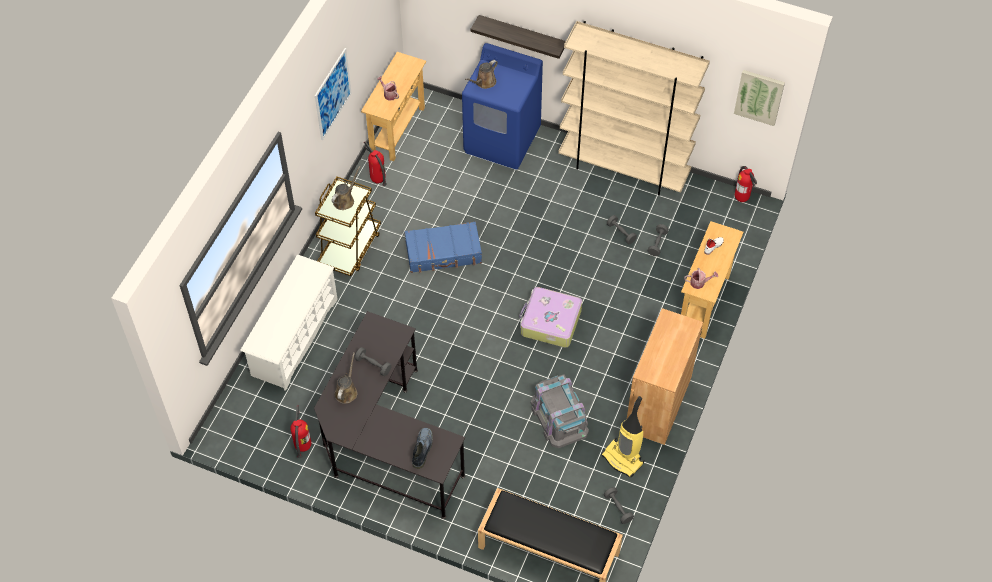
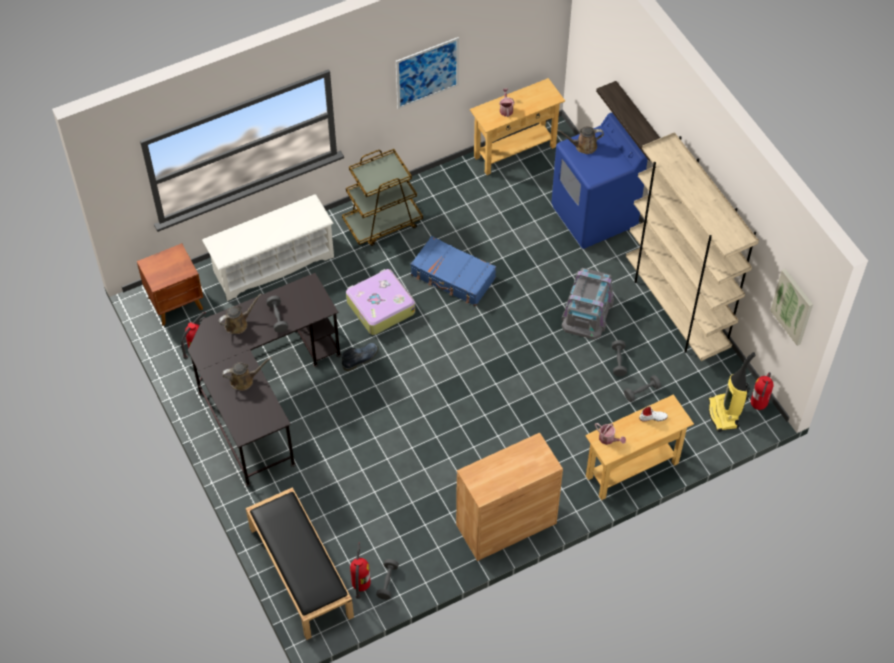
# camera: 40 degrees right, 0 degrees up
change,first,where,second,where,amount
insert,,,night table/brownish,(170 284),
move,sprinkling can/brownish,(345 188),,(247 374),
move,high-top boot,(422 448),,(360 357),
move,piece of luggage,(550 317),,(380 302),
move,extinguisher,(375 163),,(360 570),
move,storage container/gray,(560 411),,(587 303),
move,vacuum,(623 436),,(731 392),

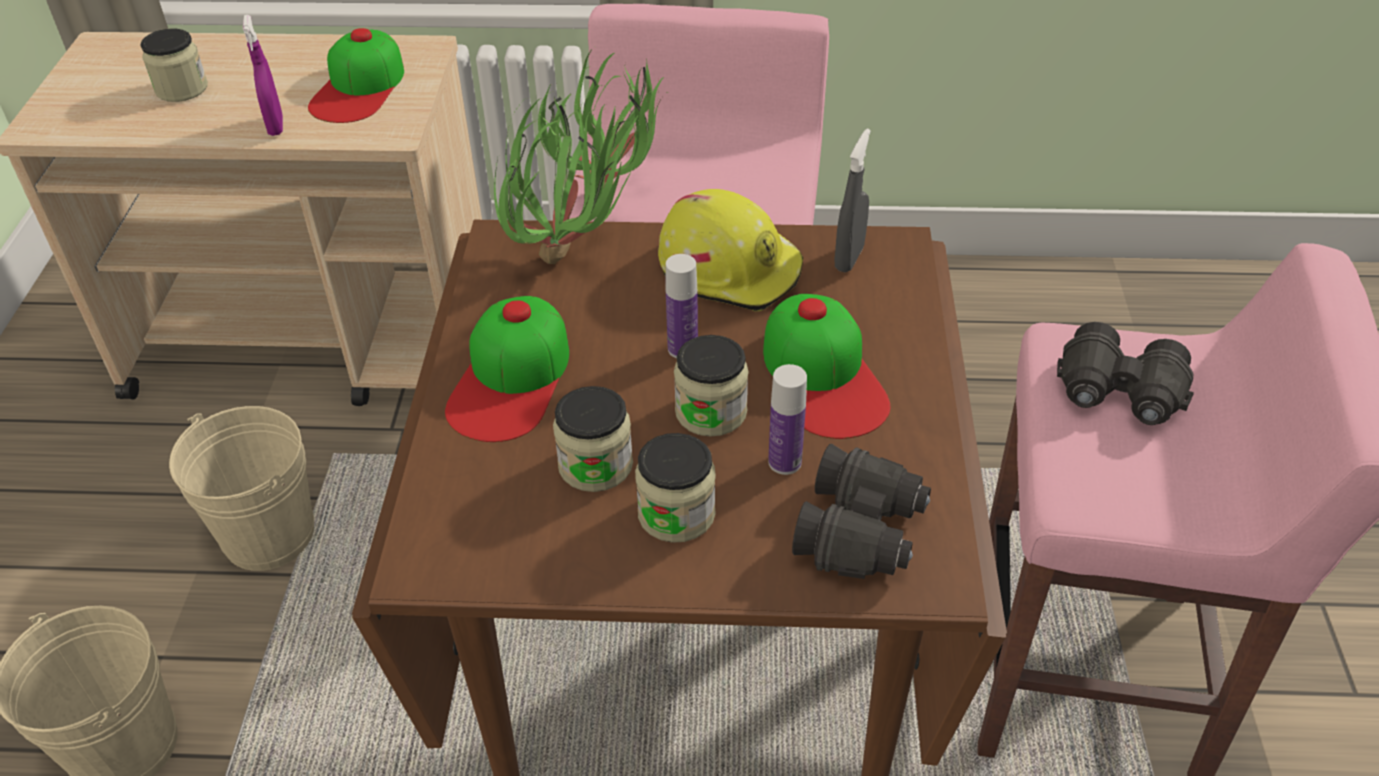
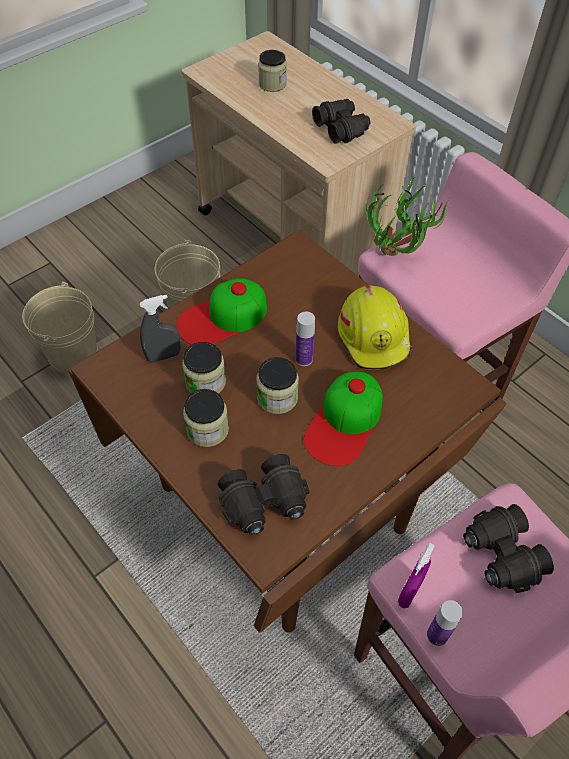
# camera: 45 degrees right, 10 degrees up
change,first,where,second,where,amount
move,hand sprayer/gray,(853 200),,(160 328),
replace,baseball cap,(356 75),field glasses/blackish,(341 121),
move,hand sprayer/purplish,(263 75),,(416 575),
move,drink bottle,(787 419),,(445 623),
delete,potted plant,(564 178),,,

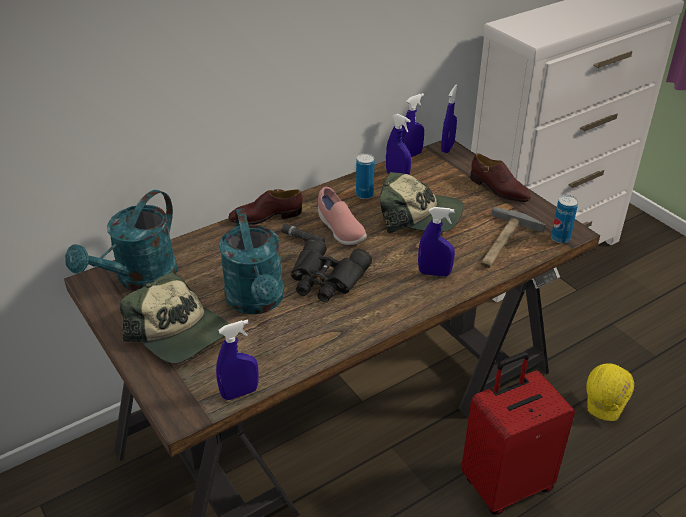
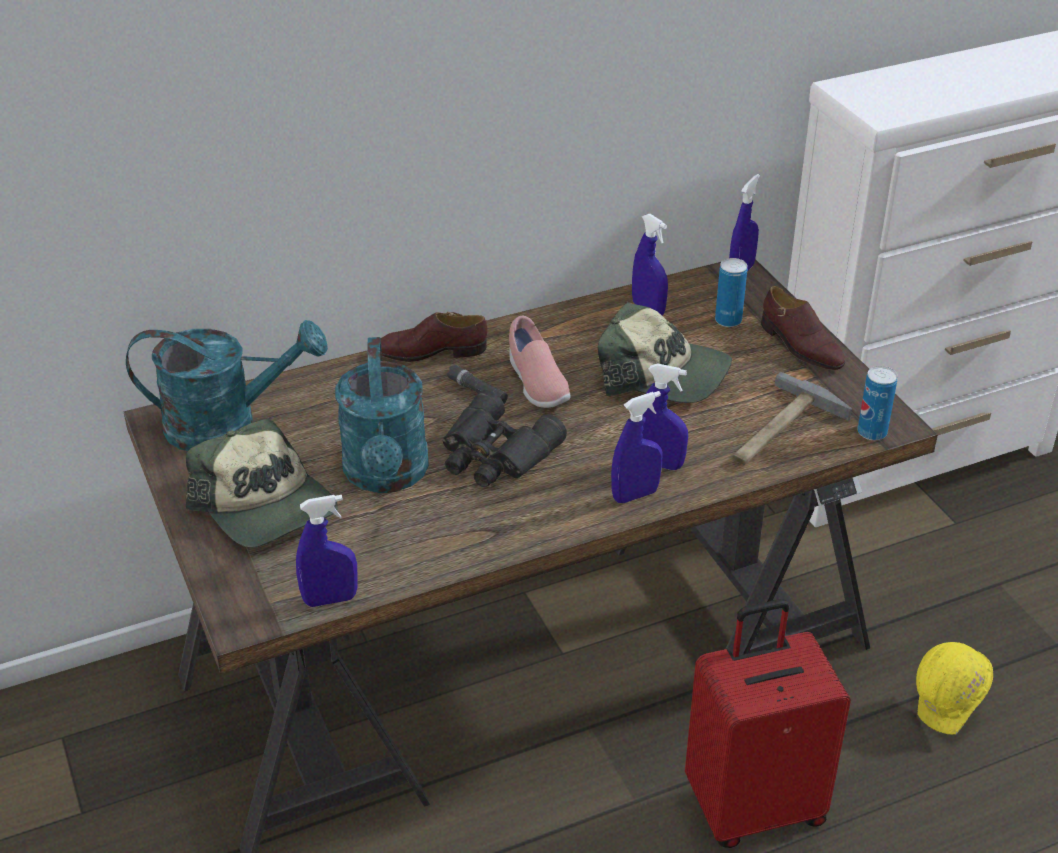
# camera: 10 degrees right, 0 degrees up
change,first,where,second,where,amount
rotate,sprinkling can/turquoise-coloured,(121 240),,(227 385),135 degrees counterclockwise
move,hand sprayer/blue,(412 125),,(637 447),
move,can,(365 176),,(731 292),

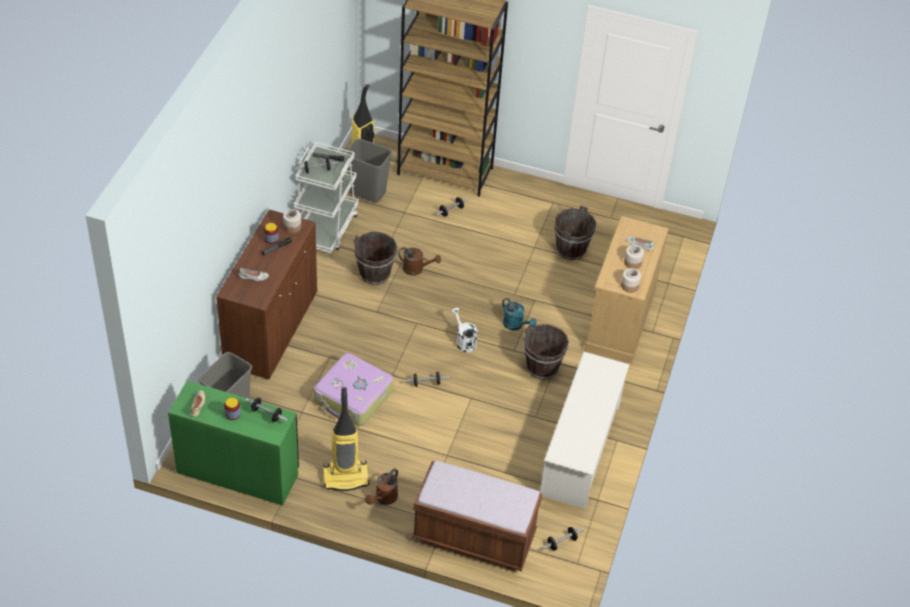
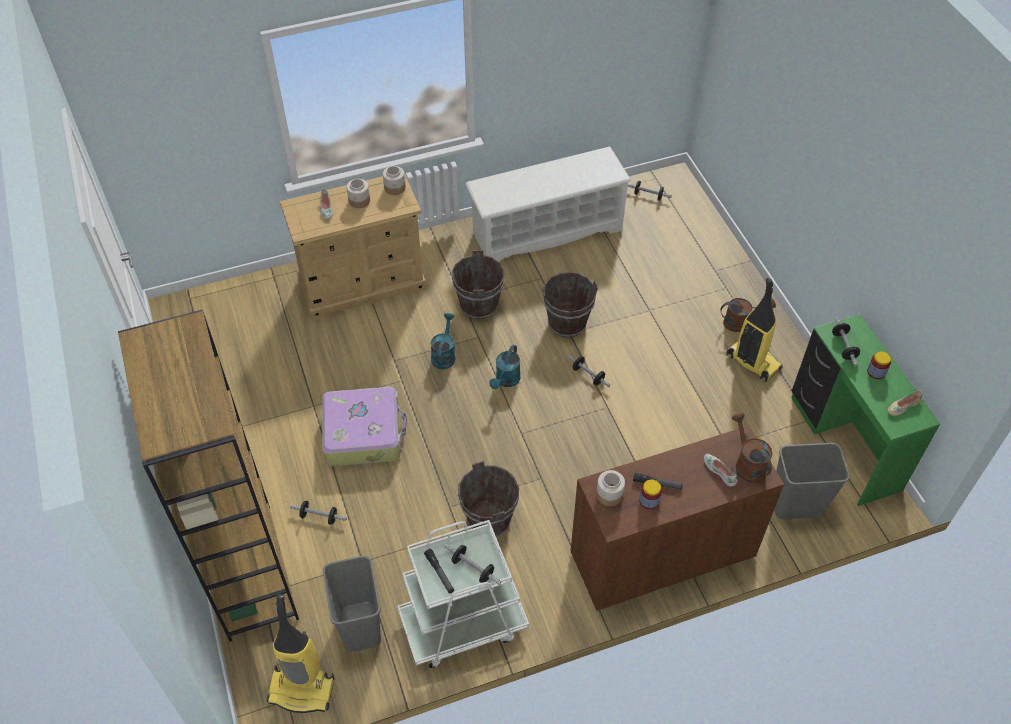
# camera: 125 degrees left, 5 degrees up
change,first,where,second,where,amount
move,piece of luggage,(354 389),,(364 426),
recolor,sprinkling can/white,(464 330),sprinkling can/turquoise-coloured,(505 367),
move,bucket/brownish,(575 232),,(570 305),
move,sprinkling can/brownish,(419 261),,(752 448),
delete,long seat/brownish,(477 516),,,

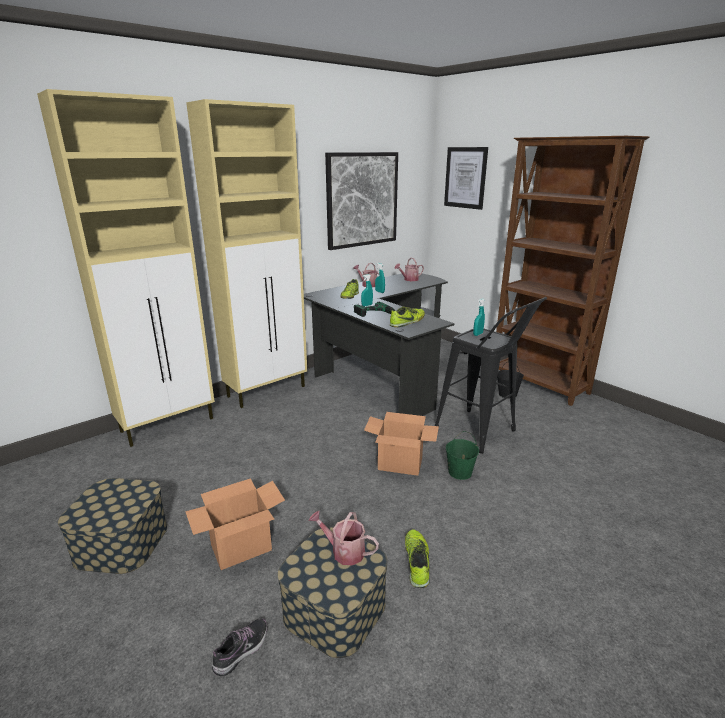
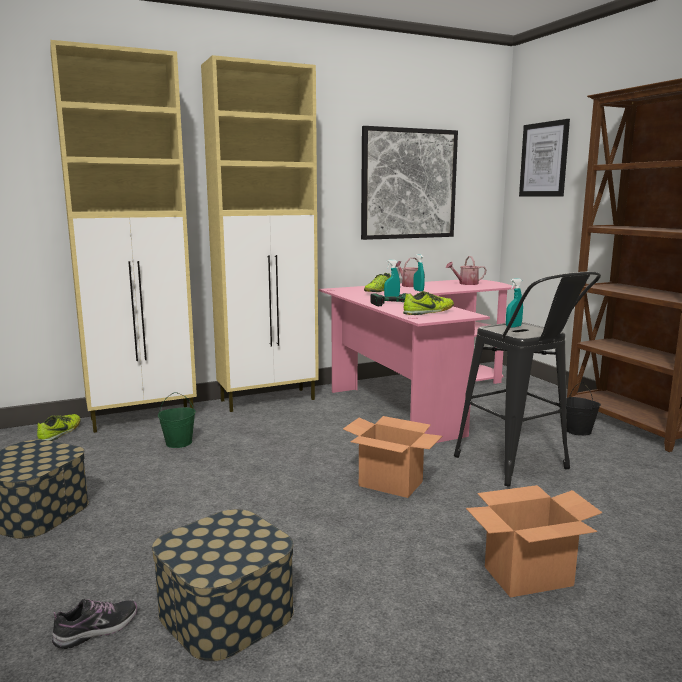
# camera: 15 degrees right, 10 degrees down
change,first,where,second,where,amount
move,shoe,(417 558),,(59 427),
move,bucket/green,(462 455),,(177 420),
recolor,desk unit/blackish,(379 344),desk unit/pink-coloured,(417 361),
move,packing box,(235 524),,(534 541),
delete,sprinkling can,(343 538),,,

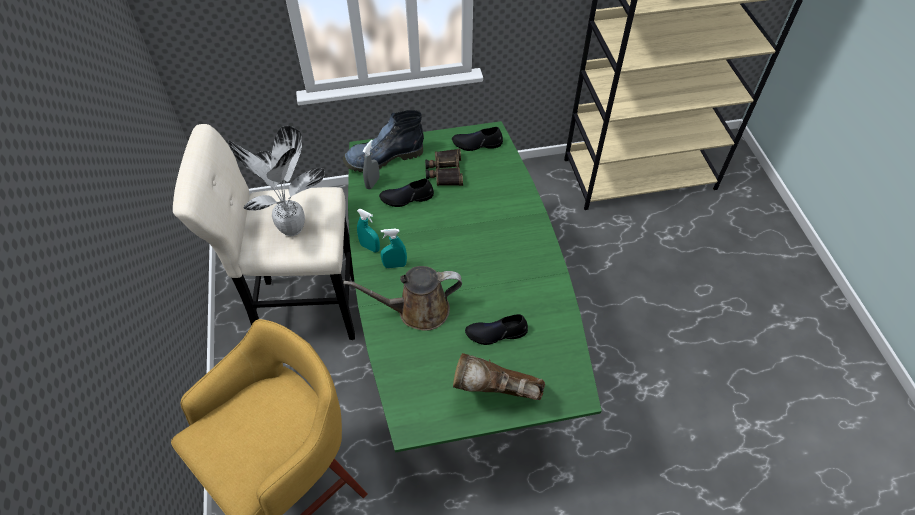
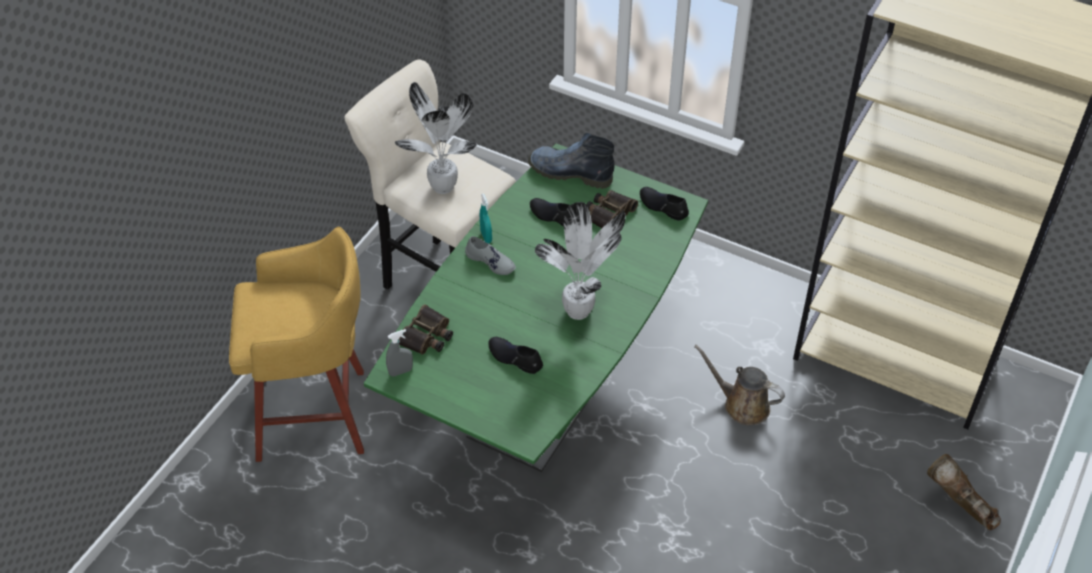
# camera: 40 degrees right, 5 degrees down
change,first,where,second,where,amount
move,hand sprayer/gray,(371 164),,(399 353),
insert,,,field glasses,(425 330),
replace,hand sprayer/turquoise-coloured,(394 248),shoe/gray,(490 255),
insert,,,potted plant,(580 261),
move,sprinkling can/brownish,(402 298),,(739 385),
move,high-top boot/brownish,(499 376),,(964 492),

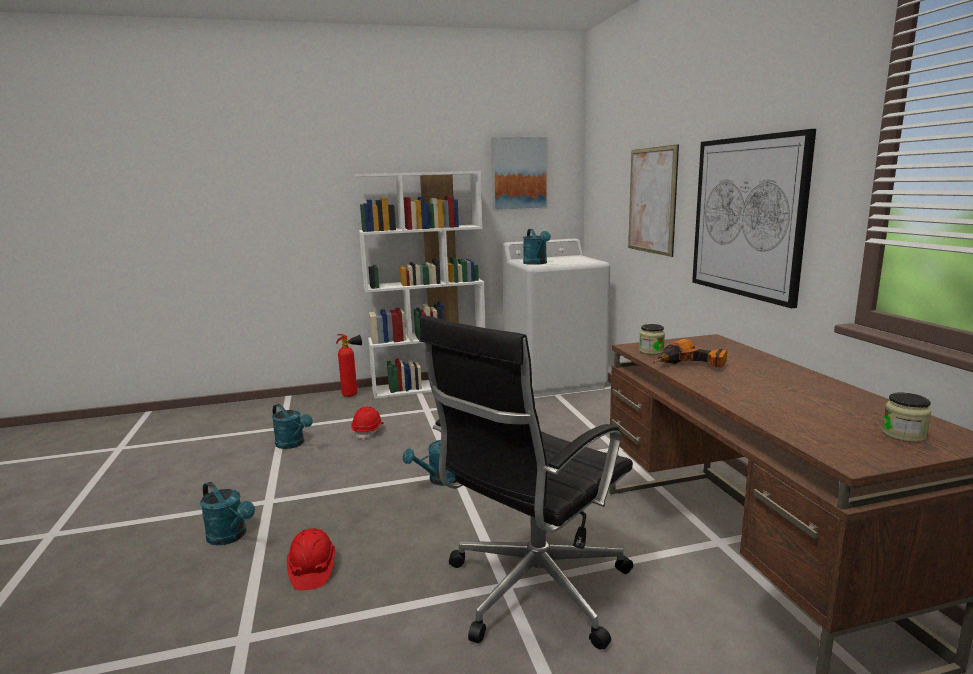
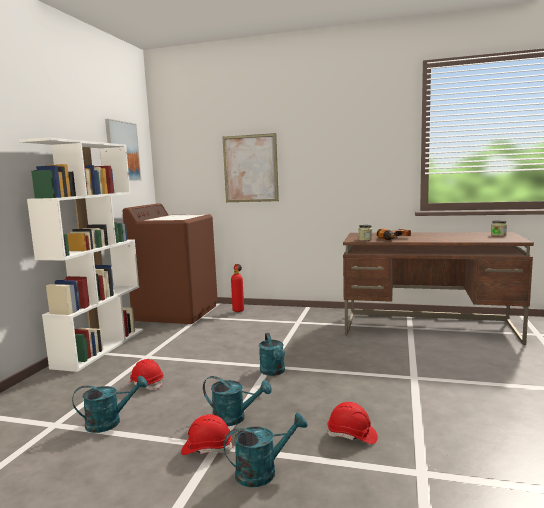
# camera: 60 degrees left, 5 degrees down
change,first,where,second,where,amount
recolor,laundry appliance/white,(556 318),laundry appliance/brownish,(170 264),
insert,,,hard hat/reddish,(207 434),
move,sprinkling can/turquoise-coloured,(537 247),,(237 401),
move,extinguisher,(349 365),,(237 288),
delete,office chair/blackish,(526 482),,,
delete,picture,(754 218),,,

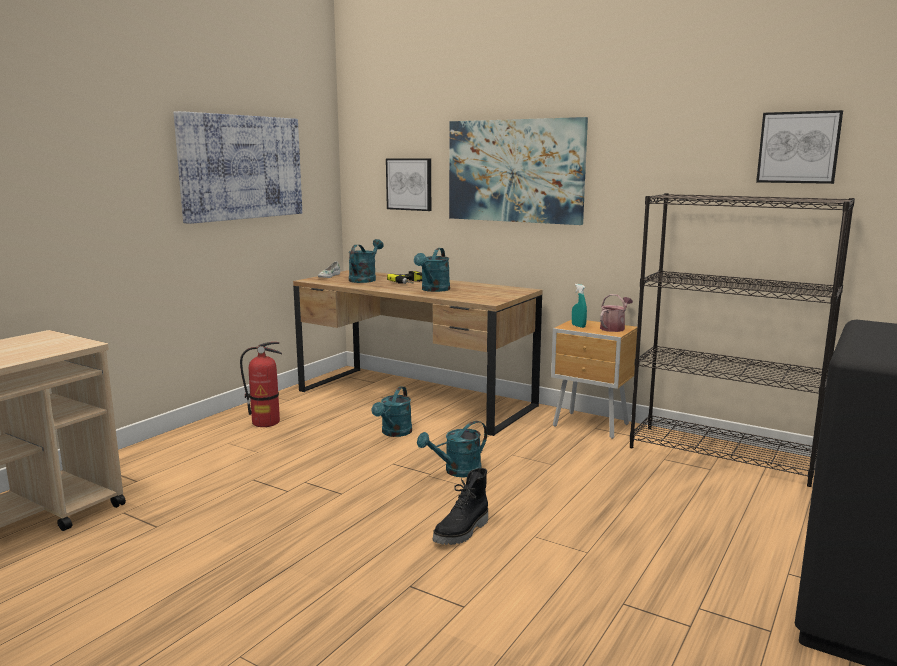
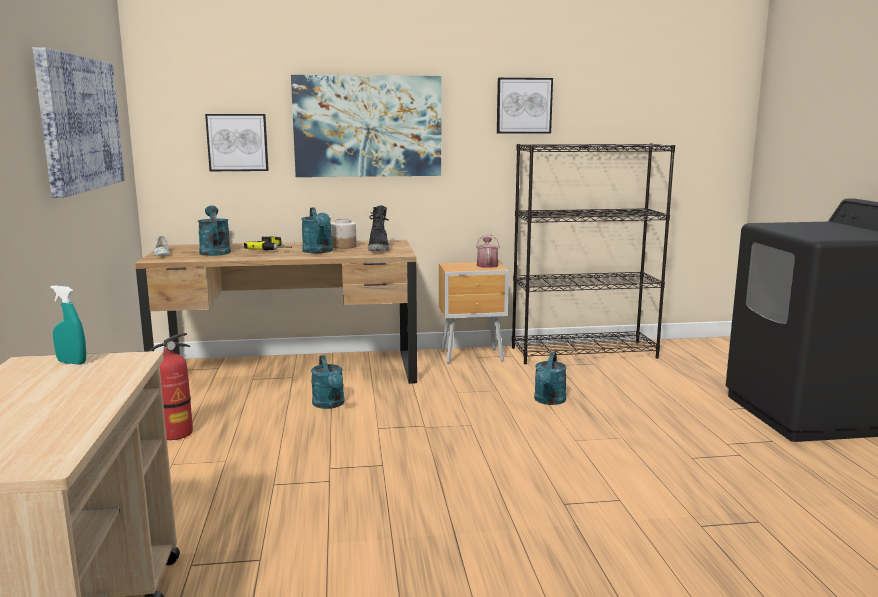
# camera: 40 degrees left, 0 degrees up
change,first,where,second,where,amount
move,hand sprayer/turquoise-coloured,(579 306),,(68 325),
insert,,,preserve jar,(344 233),
move,high-top boot/blackish,(460 506),,(378 228),
move,picture,(799 147),,(525 106),
move,sprinkling can/turquoise-coloured,(452 449),,(550 378),

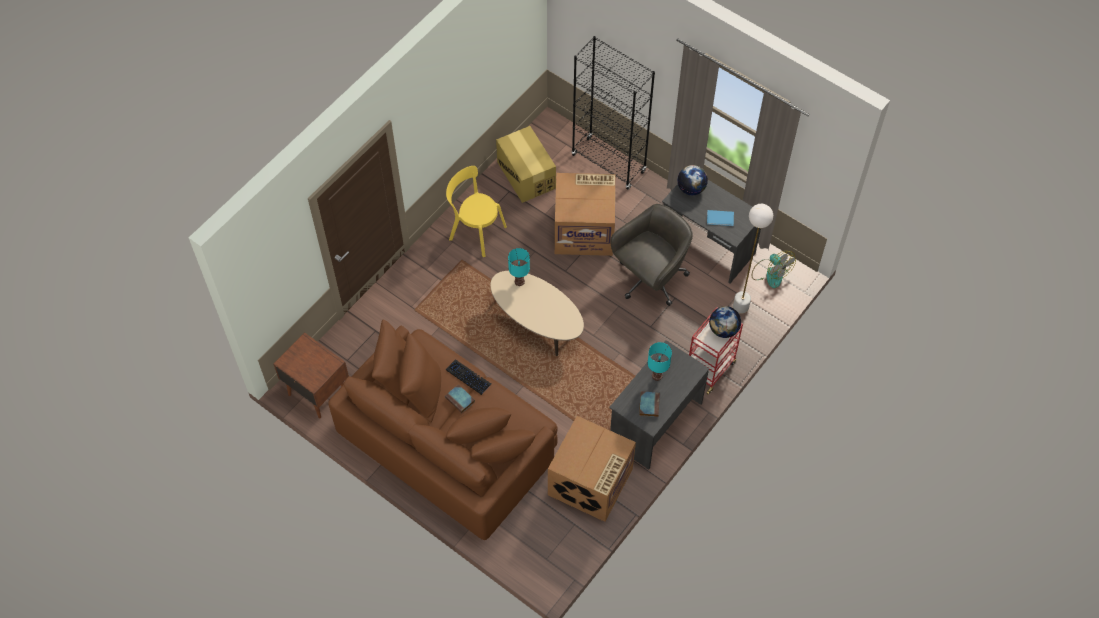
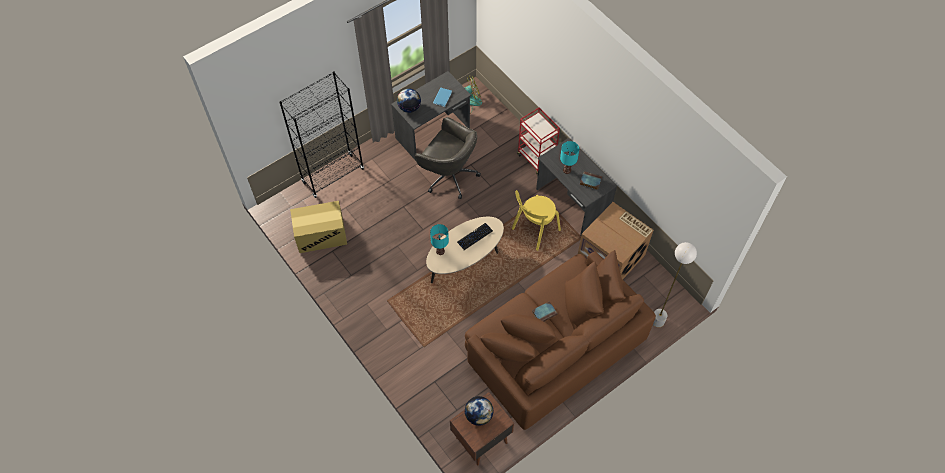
# camera: 75 degrees left, 0 degrees up
change,first,where,second,where,amount
rotate,office chair/gray,(651 255),,(448 158),150 degrees clockwise
move,computer keyboard,(468 377),,(475 236),
move,desk globe,(725 322),,(479 411),
move,plain chair/yellow,(476 211),,(536 220),
move,floor lamp/white,(753 259),,(675 284),
delete,packing box,(585 214),,,

